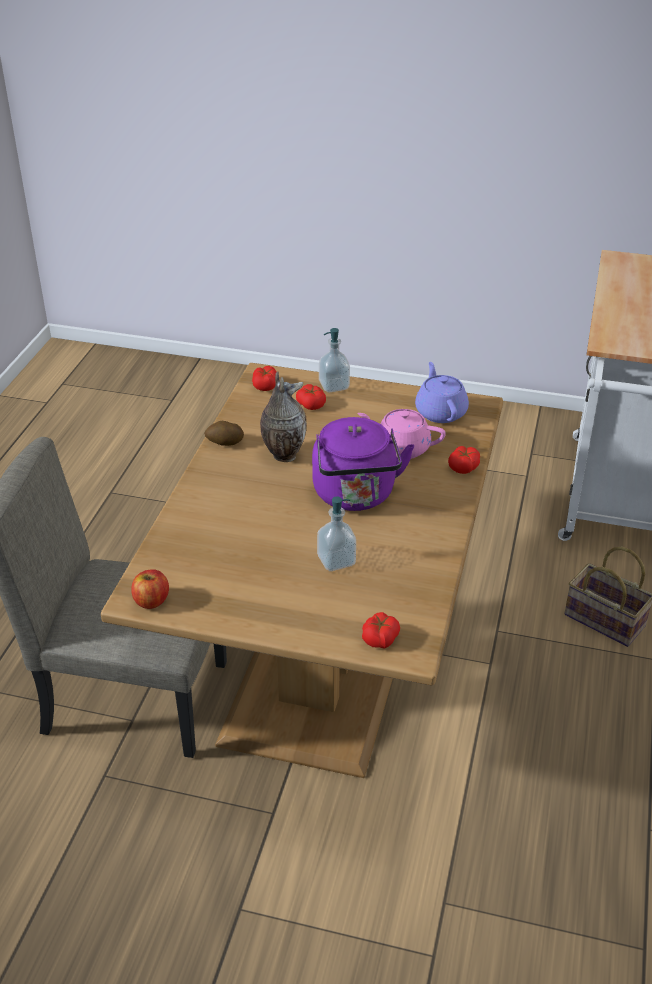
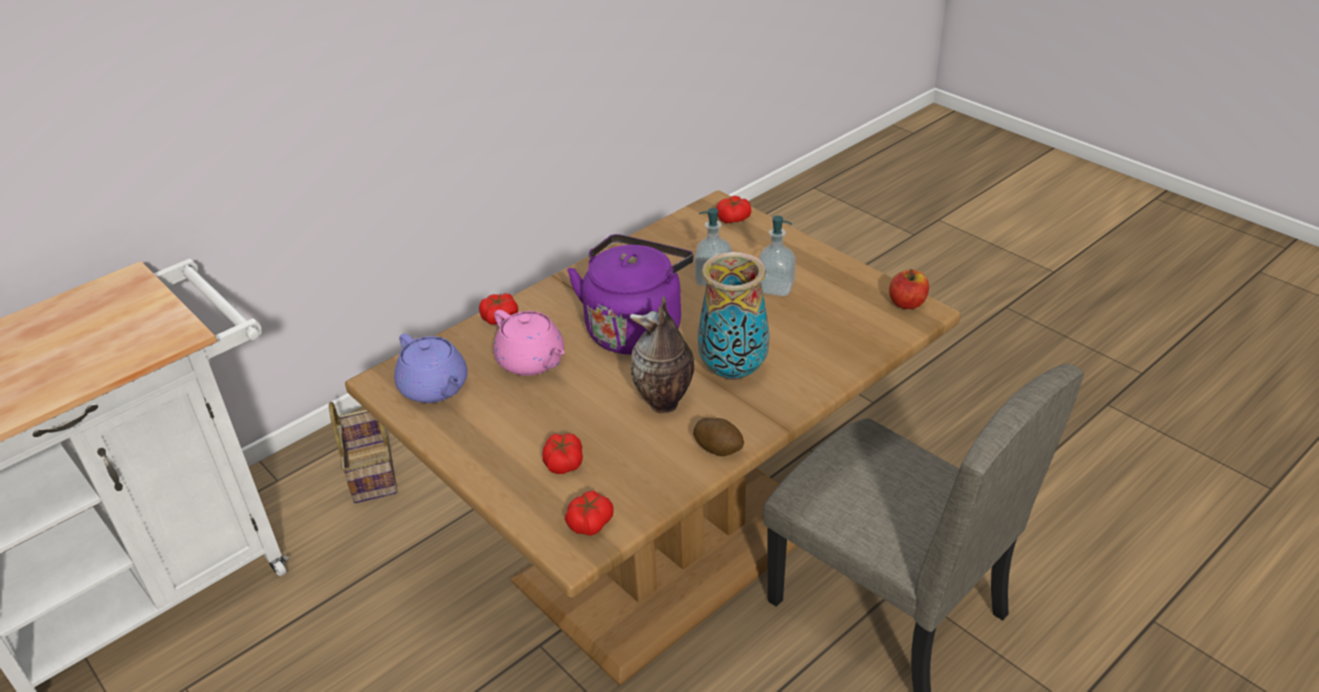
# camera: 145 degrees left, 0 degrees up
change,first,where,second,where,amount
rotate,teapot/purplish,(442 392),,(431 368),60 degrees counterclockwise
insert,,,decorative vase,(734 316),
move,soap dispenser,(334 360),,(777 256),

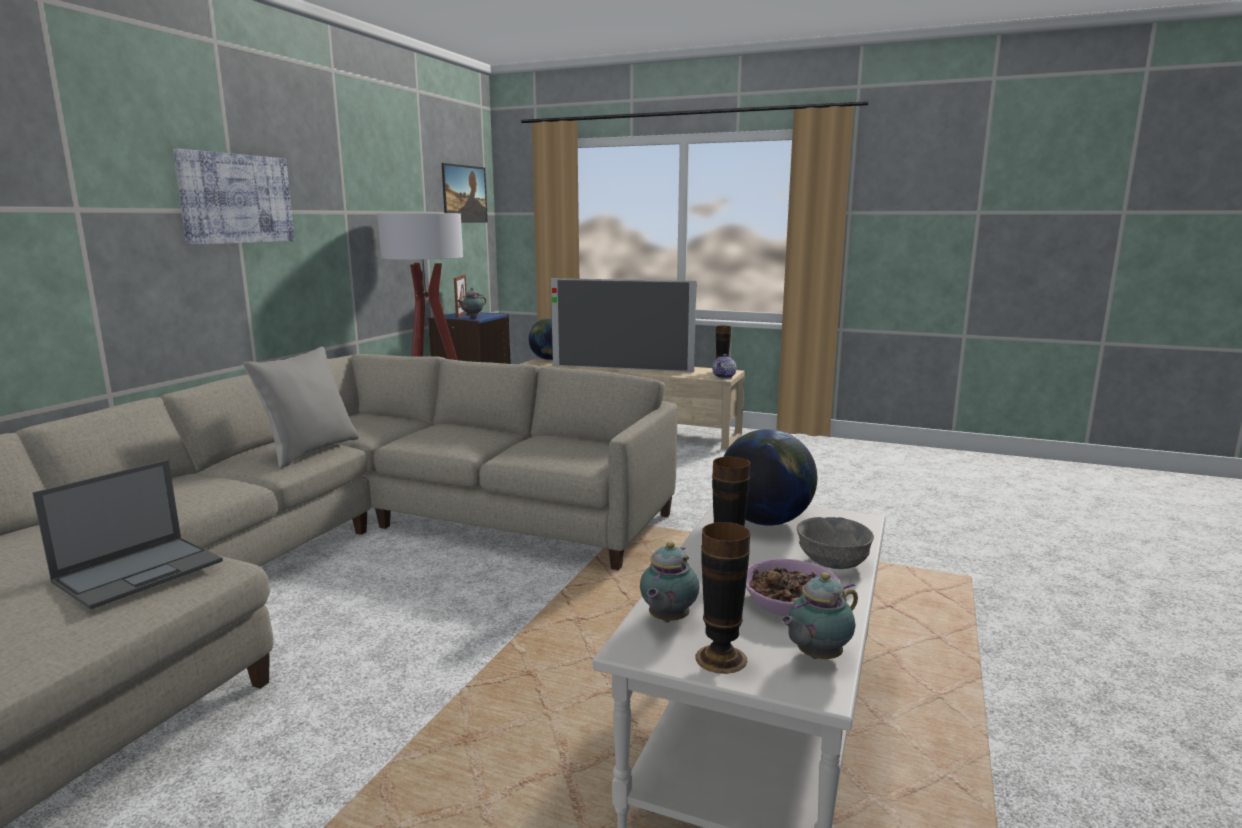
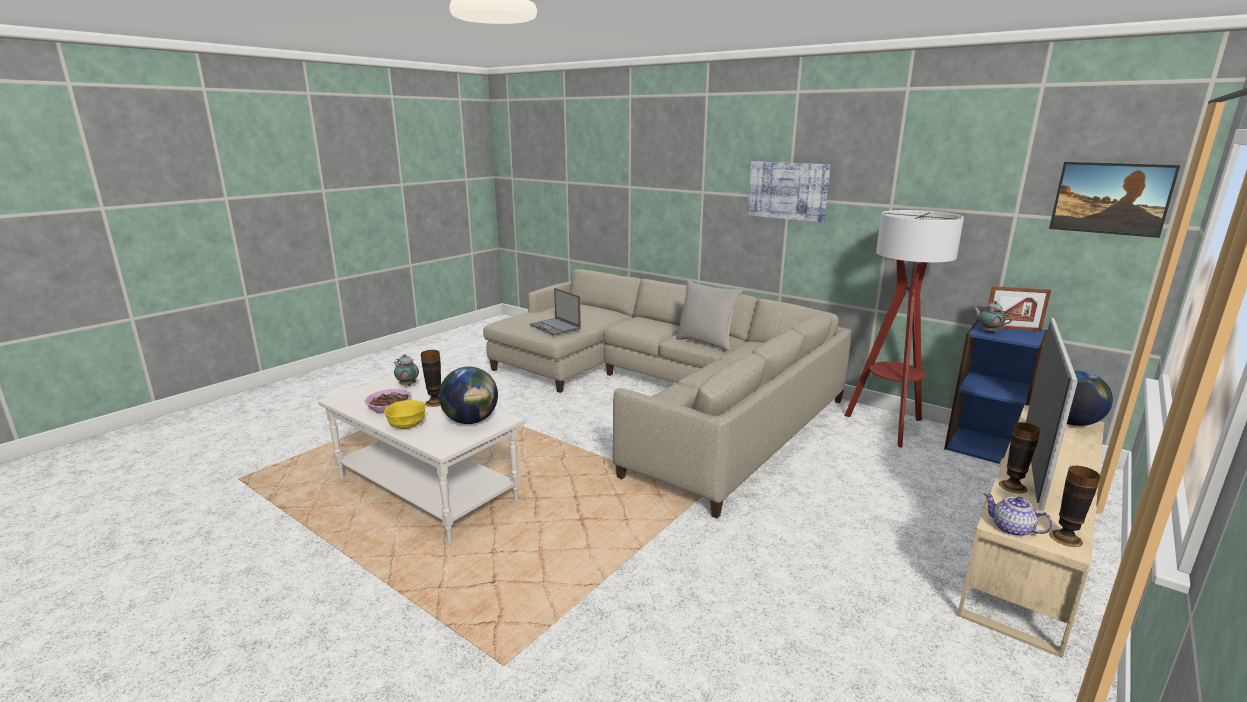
# camera: 105 degrees right, 5 degrees up
change,first,where,second,where,amount
recolor,bowl/gray,(835 543),bowl/yellow,(405 414),
move,decorative vase,(722 598),,(1019 458),
delete,teapot,(819 615),,,

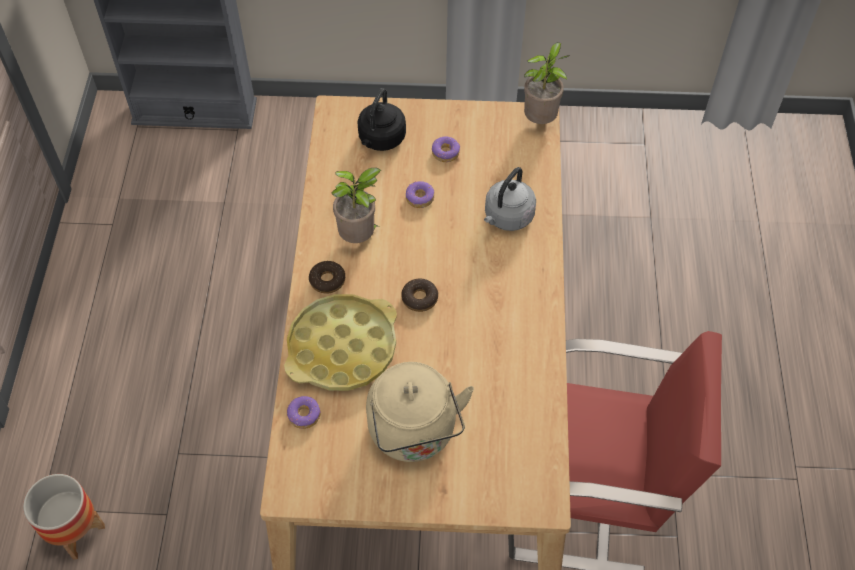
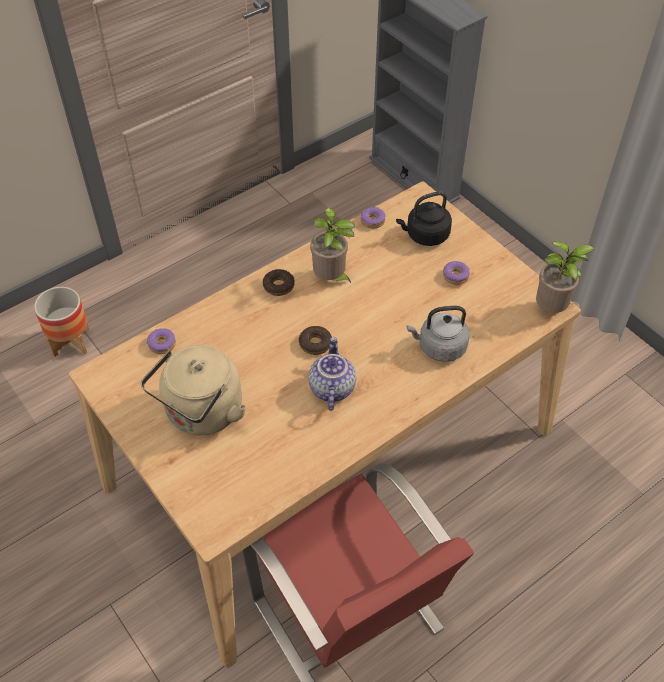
# camera: 50 degrees right, 5 degrees down
change,first,where,second,where,amount
insert,,,teapot,(332 374),
move,doughnut,(420 194),,(372 218),
delete,tray/yellow,(340 342),,,

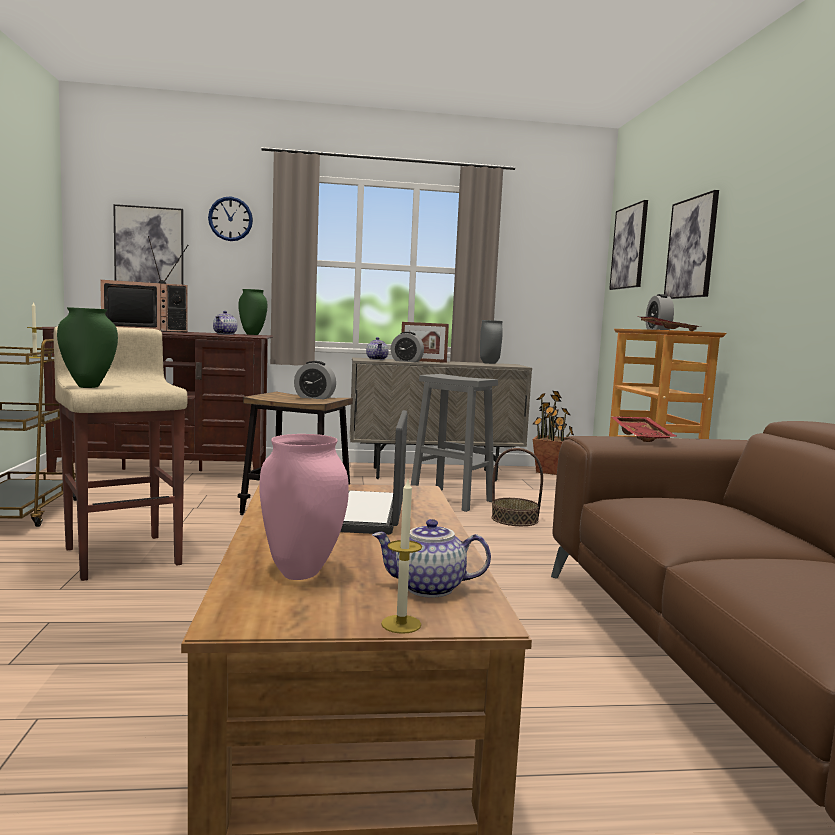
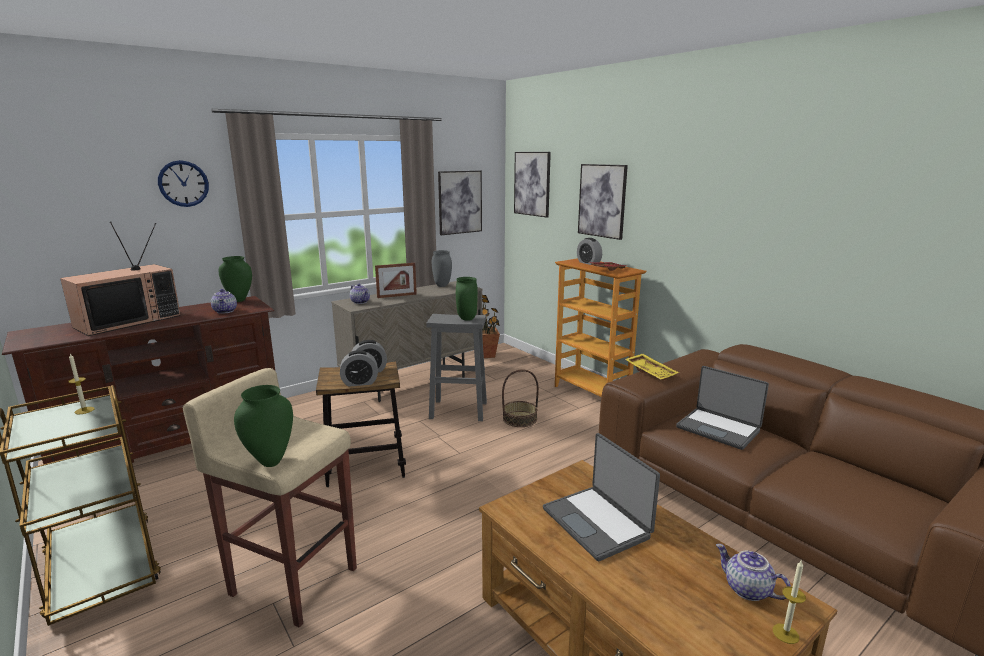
# camera: 30 degrees left, 10 degrees up
change,first,where,second,where,amount
move,bedside clock,(407 347),,(359 368),
move,picture,(148 244),,(460 203),
insert,,,decorative vase/green,(467 299),
recolor,tray/reddish,(643 429),tray/yellow,(652 367),
insert,,,laptop,(722 408),
rotate,teapot,(431 558),,(753 572),75 degrees clockwise
delete,decorative vase/pink-coloured,(304 507),,,

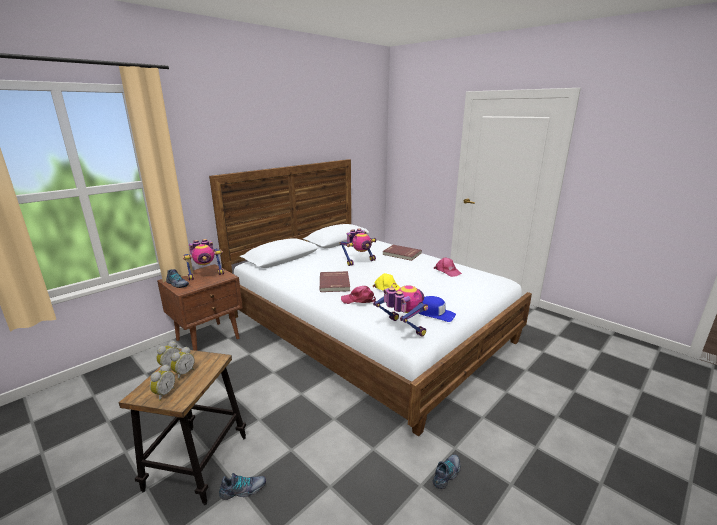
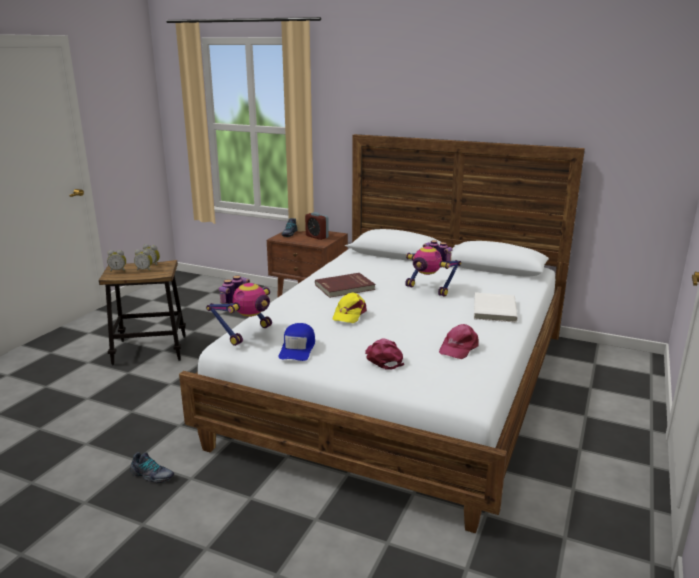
# camera: 70 degrees right, 0 degrees up
change,first,where,second,where,amount
replace,toy robot,(203 259),bedside clock,(317 226),
move,baseball cap/pink-coloured,(358 295),,(384 354),
recolor,volume/reddish,(402 253),volume/white,(496 308),
delete,shoe,(242 486),,,

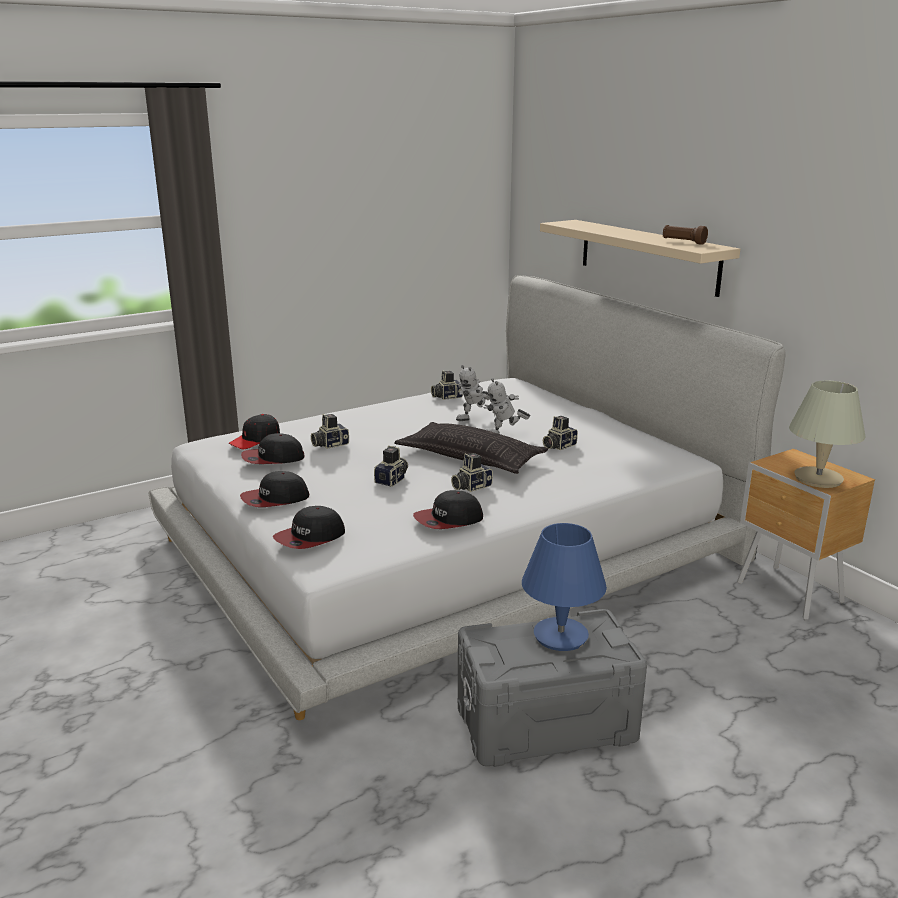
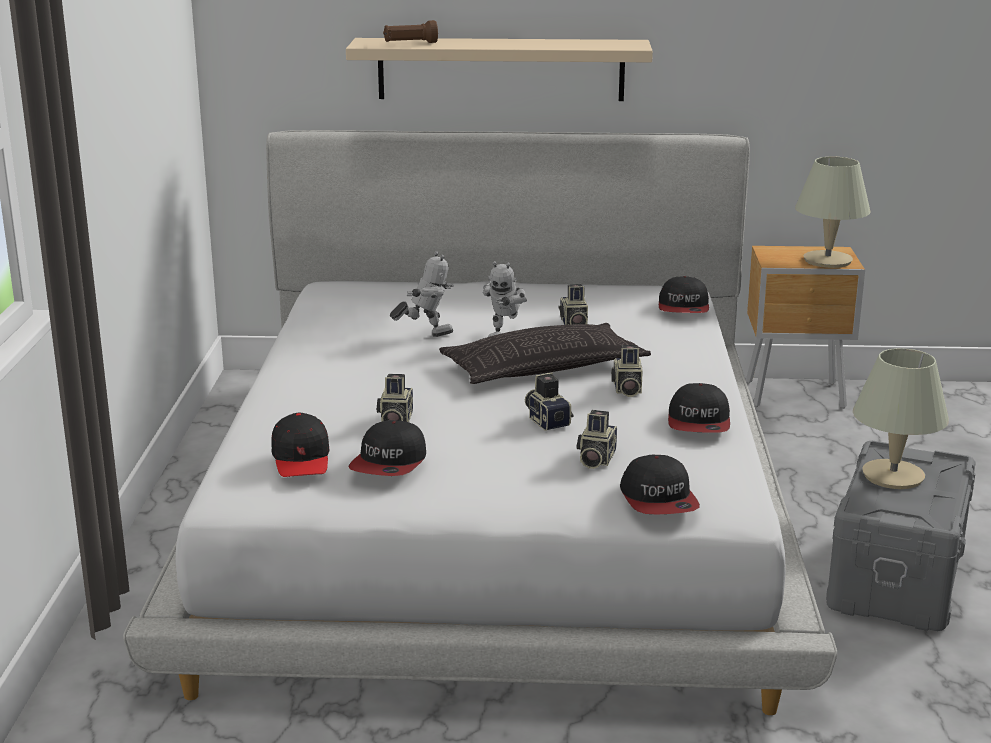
# camera: 55 degrees left, 0 degrees up
change,first,where,second,where,amount
move,flashlight/brownish,(685 235),,(410 31),
rotate,toy robot,(473 393),,(422 294),105 degrees counterclockwise
move,photo camera,(447 385),,(596 439),
move,baseball cap,(274 489),,(684 294),
recolor,tabletop lamp/blue,(564 587),tabletop lamp/sand-coloured,(901 418),

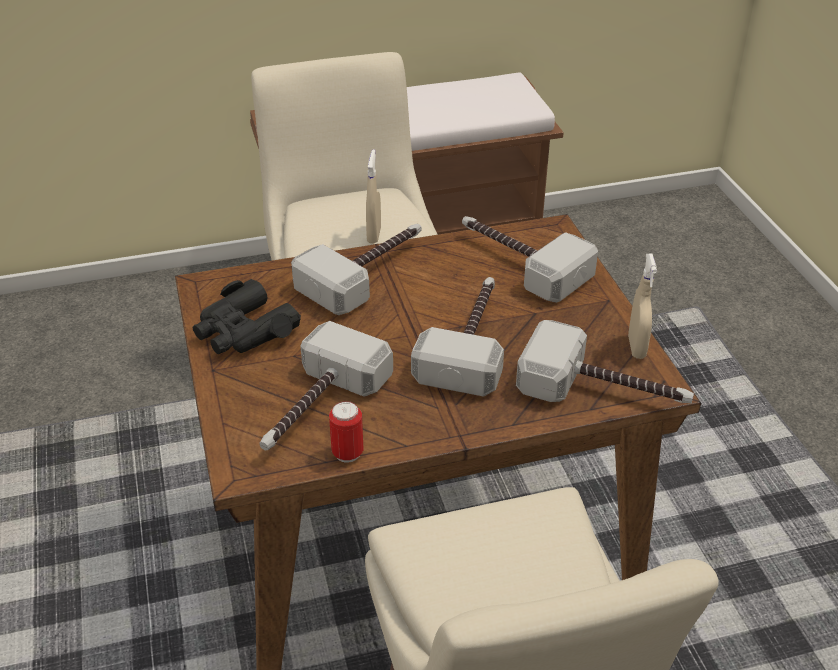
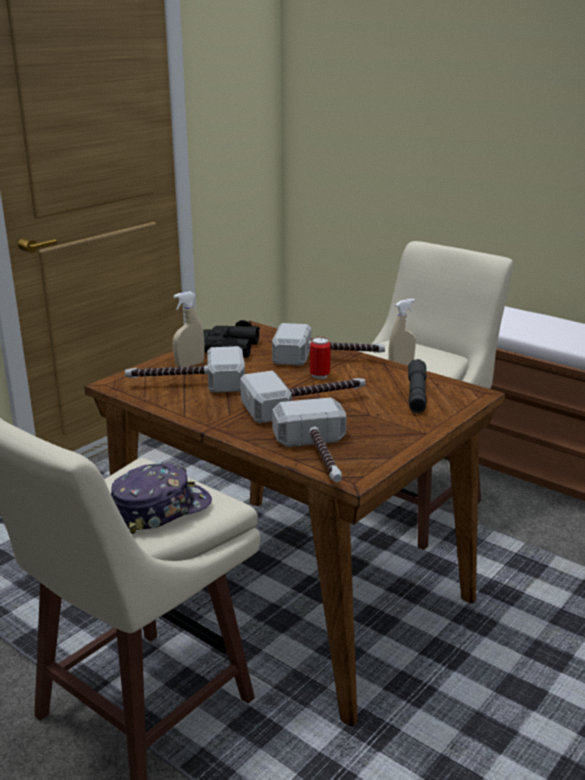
# camera: 55 degrees right, 15 degrees down
change,first,where,second,where,amount
insert,,,baseball cap,(161 498),
move,hand sprayer/sand-coloured,(642 306),,(188 329),
move,can,(346 432),,(320 358),
replace,hand hammer,(530 259),flashlight/gray,(417 386),

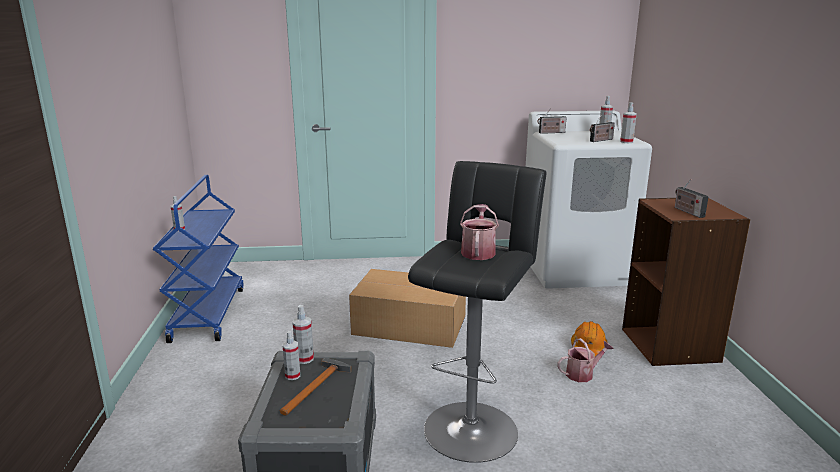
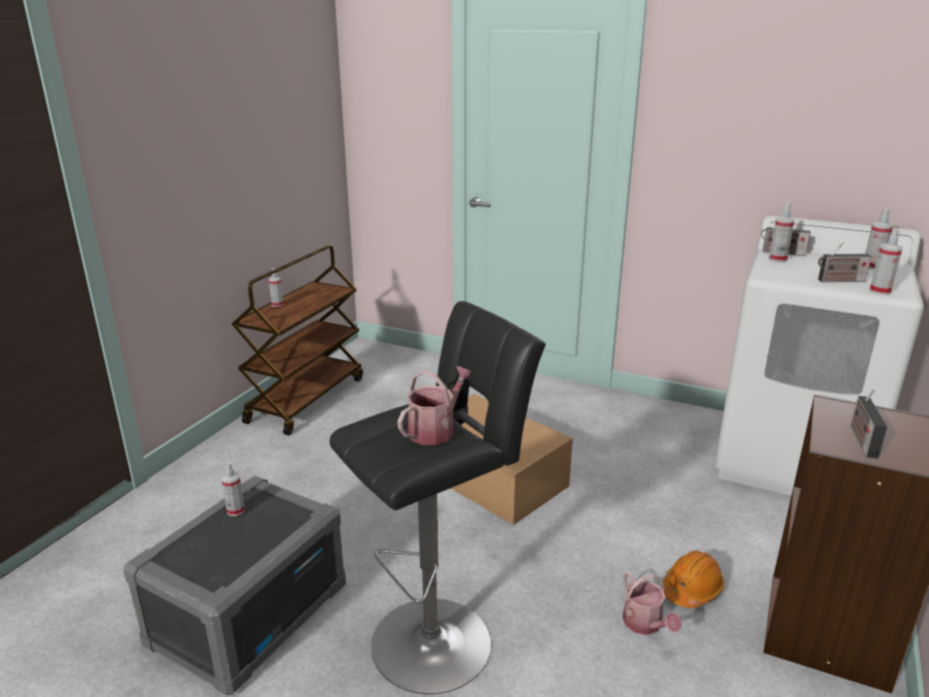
# camera: 30 degrees right, 5 degrees up
change,first,where,second,where,amount
recolor,trolley/blue,(198 259),trolley/brownish,(297 340),
rotate,sprinkling can,(585 360),,(652 603),60 degrees clockwise
move,hand sprayer,(303 334),,(782 232),
delete,hand hammer,(315 387),,,

